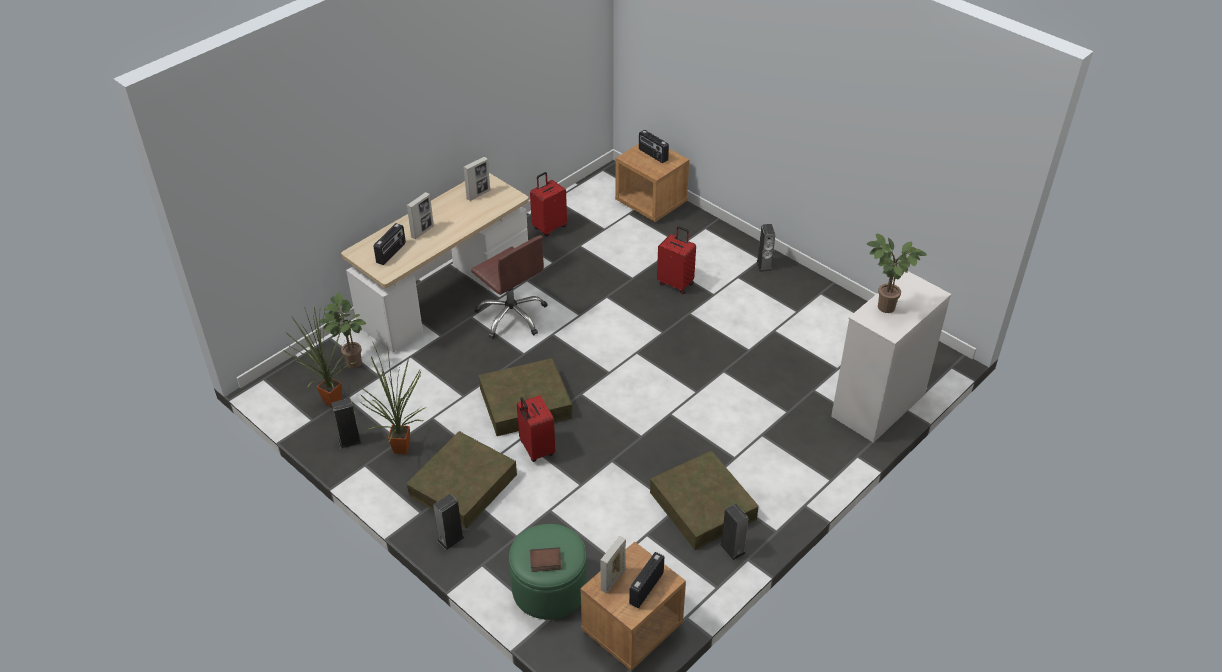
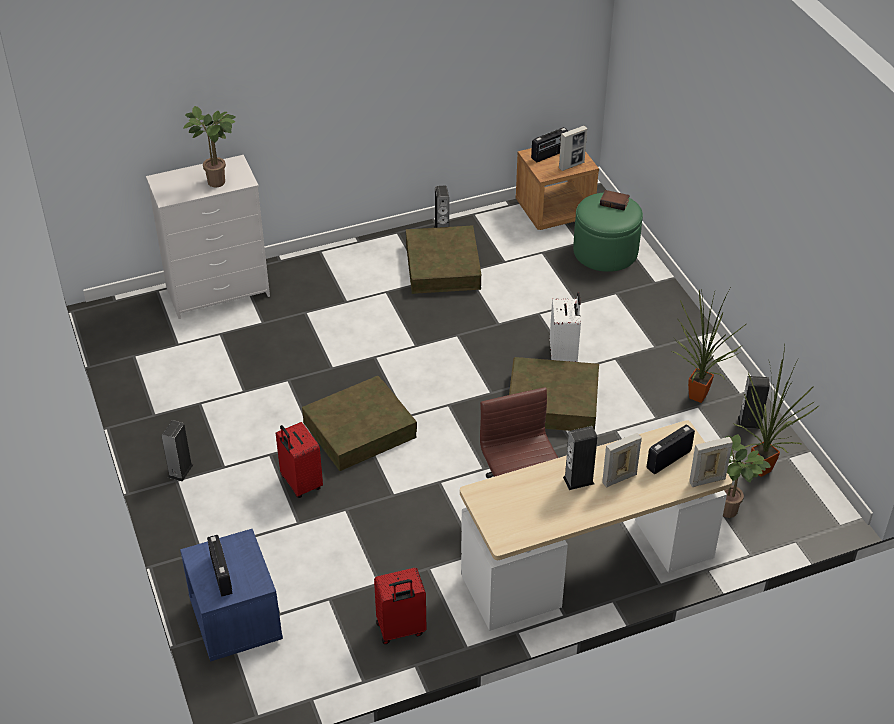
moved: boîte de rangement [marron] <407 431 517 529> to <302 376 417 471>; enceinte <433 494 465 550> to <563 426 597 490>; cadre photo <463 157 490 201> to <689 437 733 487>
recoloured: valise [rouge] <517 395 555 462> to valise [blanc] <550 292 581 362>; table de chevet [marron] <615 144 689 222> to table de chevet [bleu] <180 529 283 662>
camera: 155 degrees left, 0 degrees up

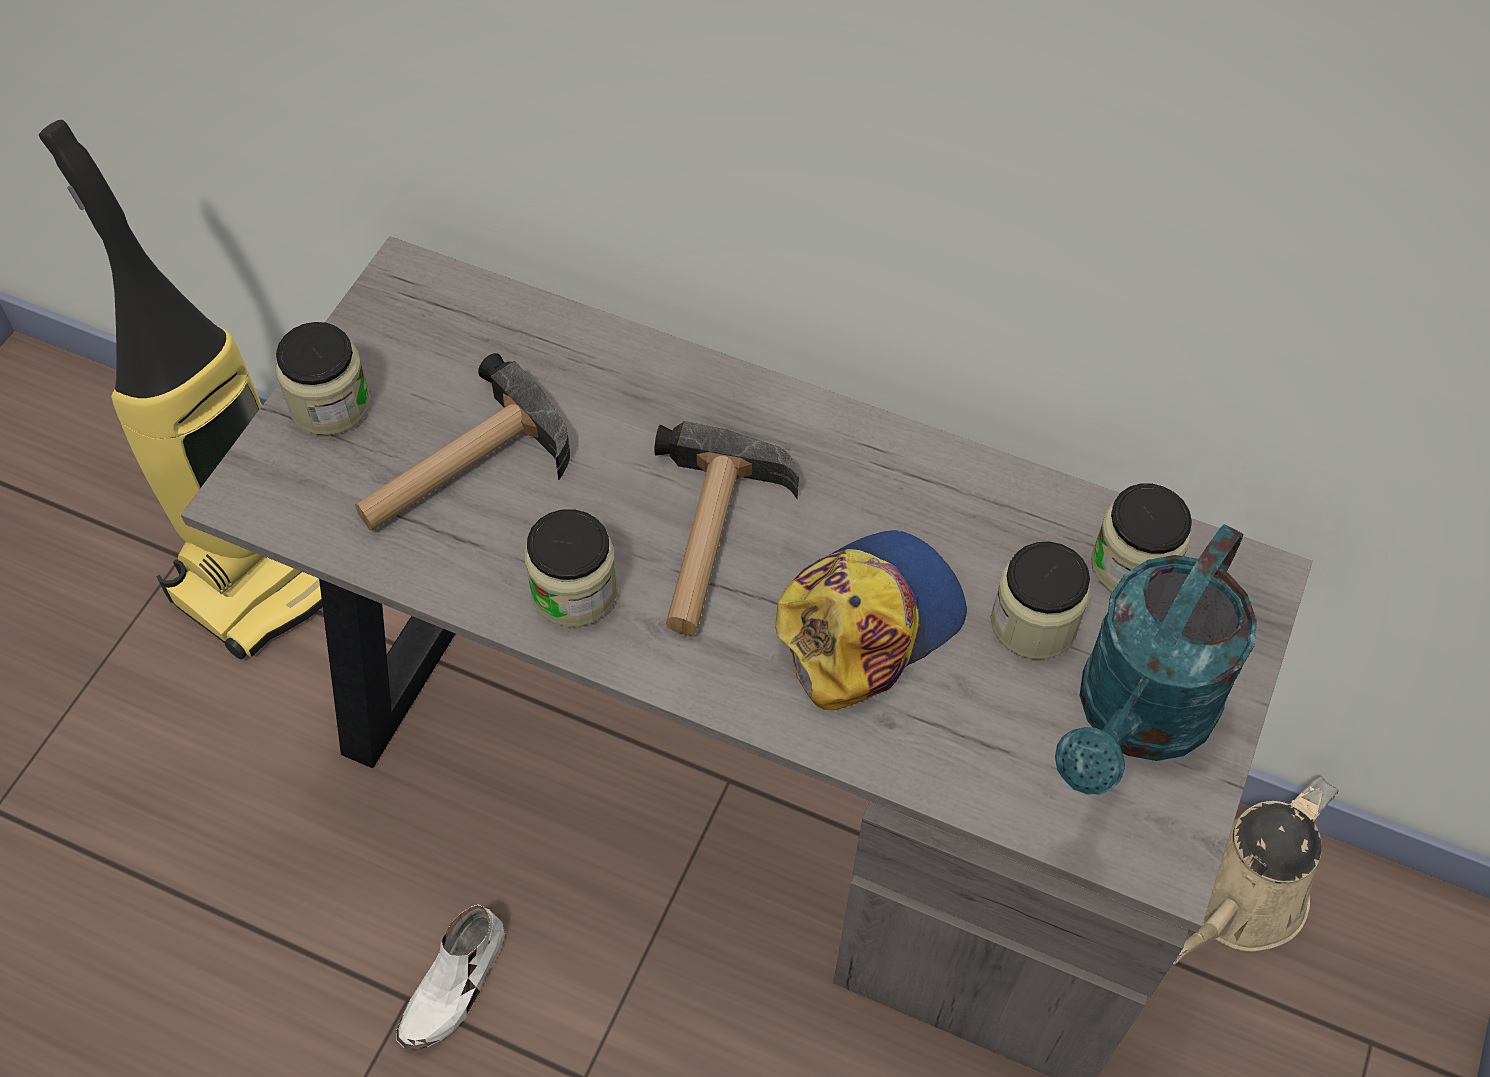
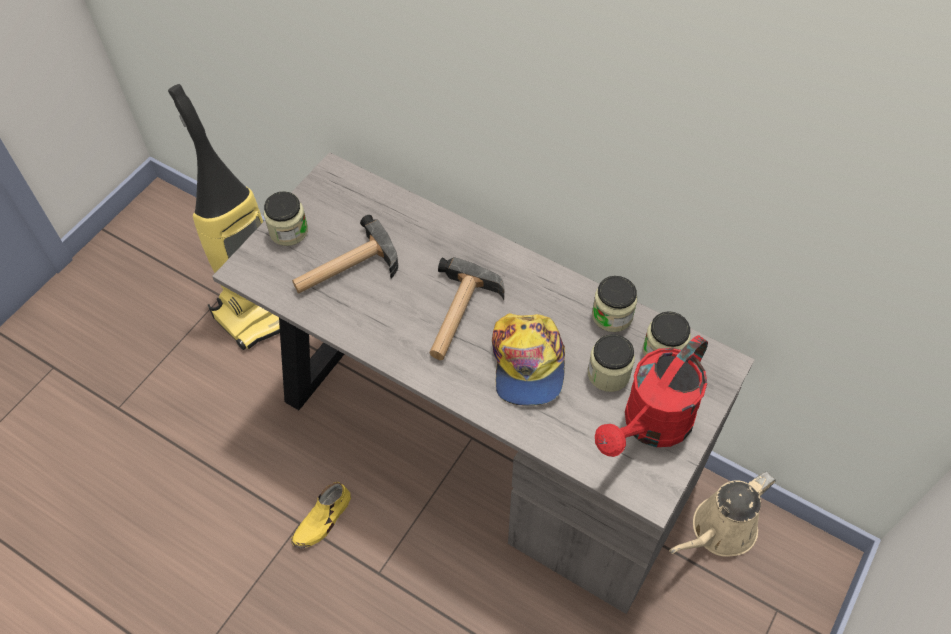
moved: bocal <525 509 617 627> to <592 276 637 332>
recoloured: chaussure [blanc] <396 904 505 1051> to chaussure [jaune] <291 482 351 548>; arrosoir [turquoise] <1055 524 1257 795> to arrosoir [rouge] <595 335 708 457>
turned: casquette <775 530 967 710> = <492 313 565 406> 120 degrees clockwise
camera: 10 degrees right, 0 degrees up

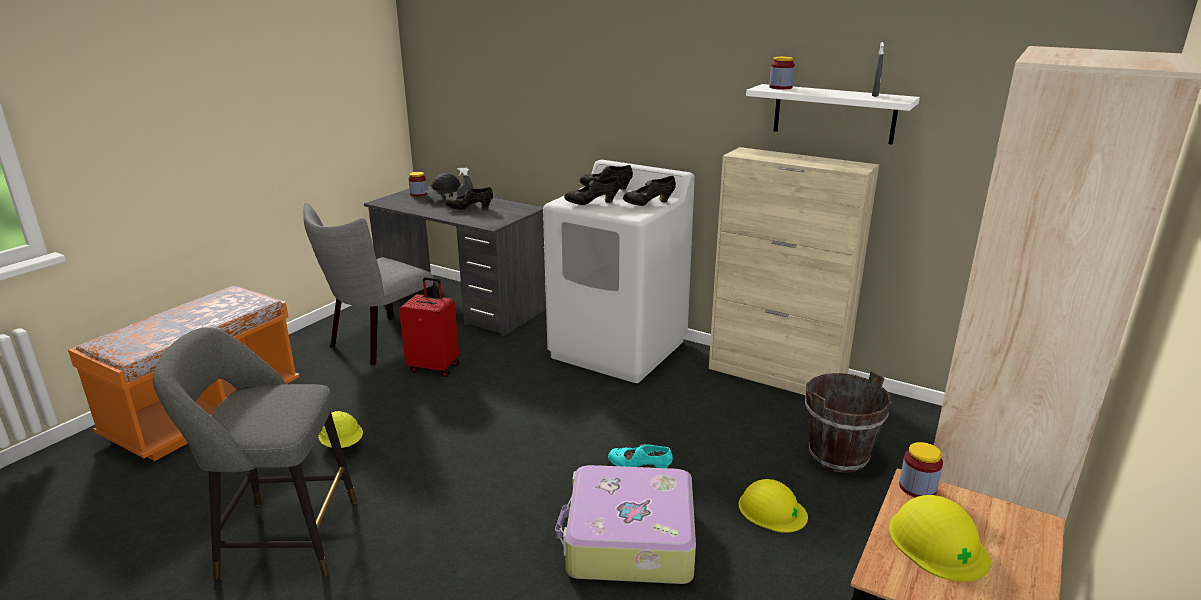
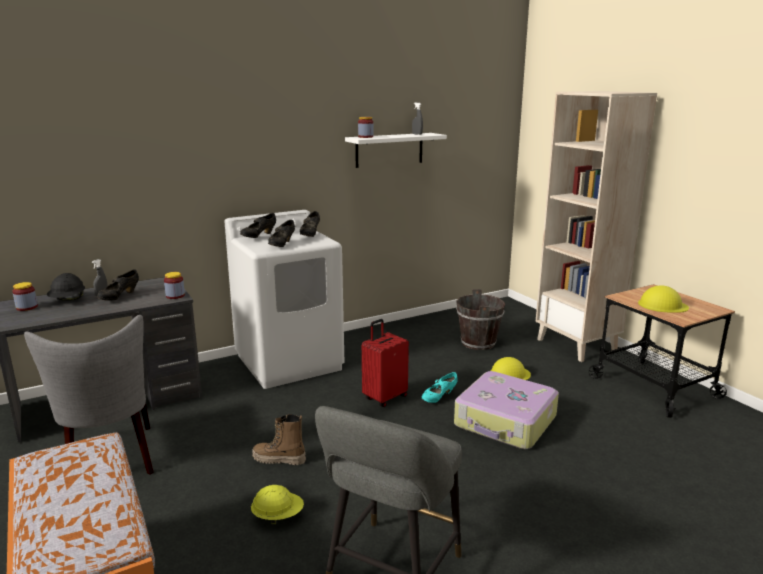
removed: meuble de rangement [beige] <709 147 879 395>
added: botte <252 414 306 465>
moved: valise [rouge] <399 277 459 377> to <362 319 409 407>; bocal <899 442 943 497> to <164 272 185 299>
camera: 60 degrees left, 5 degrees down

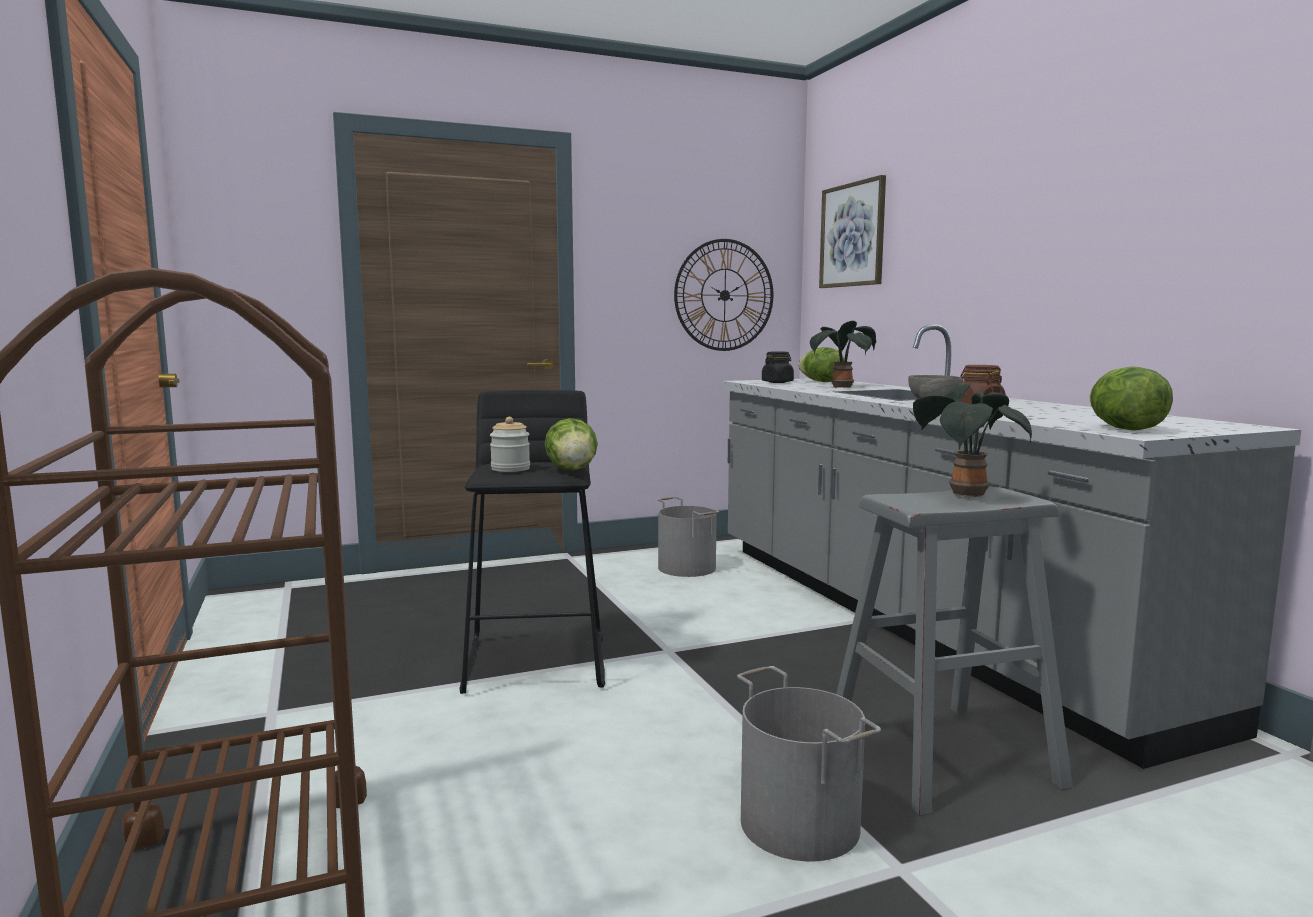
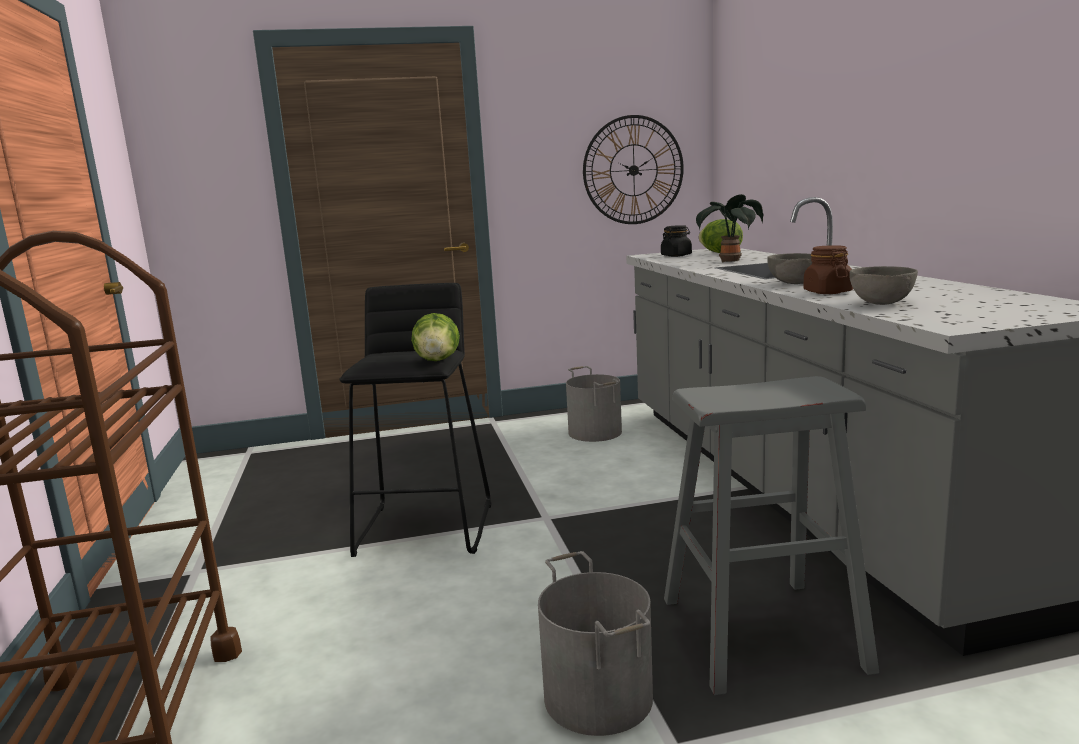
removed: bocal <490 417 530 472>; tableau <819 175 886 288>; plante en pot <913 383 1032 498>; laitue <1089 366 1173 431>
added: bol [gris] <849 266 918 305>
camera: 10 degrees right, 5 degrees up

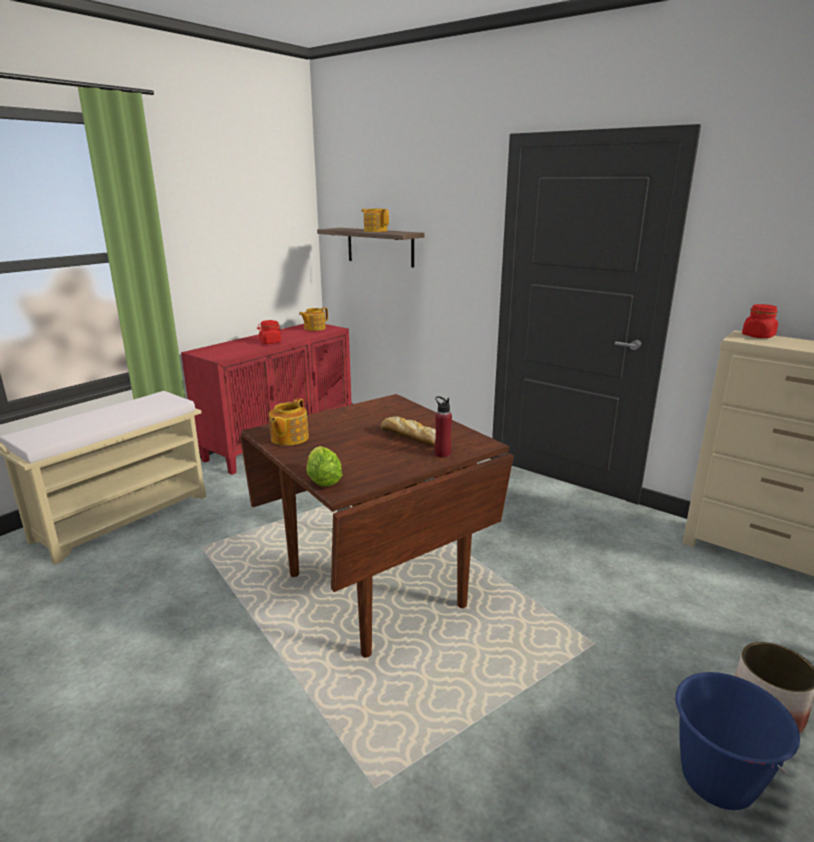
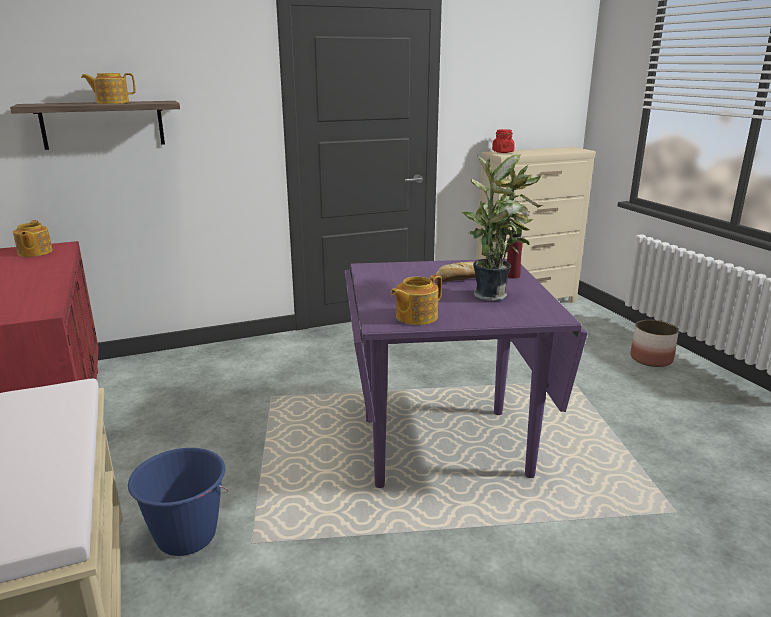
removed: bocal [rouge] <257 320 281 344>; laitue <307 446 343 487>
added: plante en pot <462 155 543 301>
moved: seau [bleu] <675 672 800 810> to <128 448 229 556>
recoloured: table à manger [marron] <240 394 514 658> to table à manger [violet] <345 259 588 488>
turned: théière <269 398 309 446> = <391 275 442 325> 90 degrees clockwise
camera: 60 degrees left, 0 degrees up

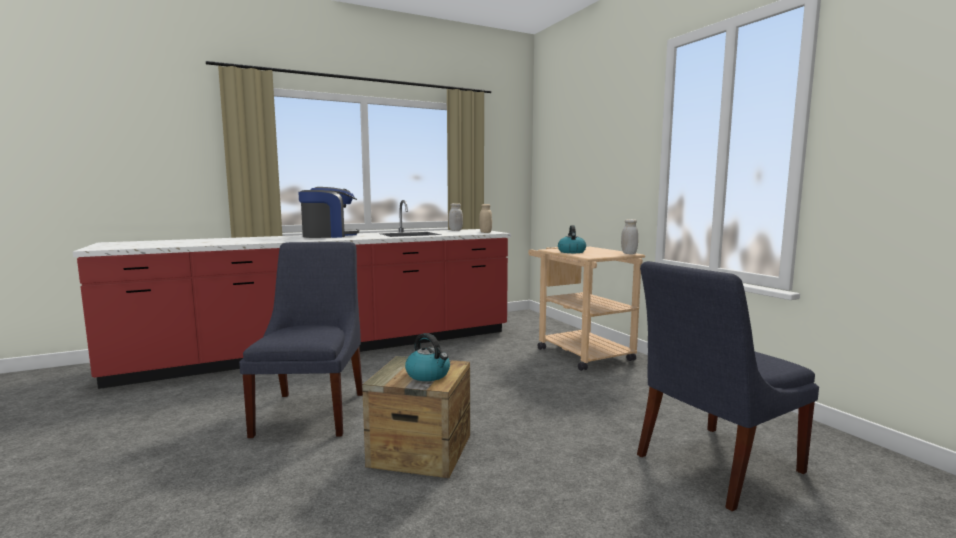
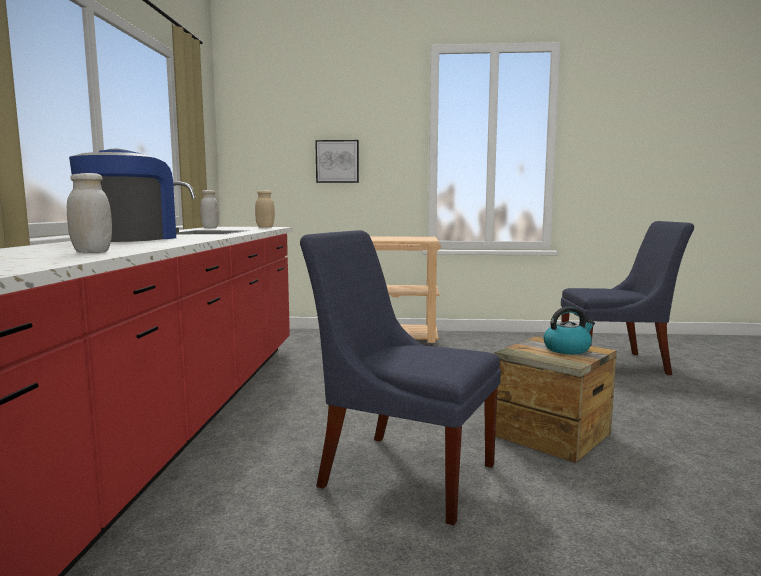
removed: bouilloire <558 225 586 253>
added: tableau <315 140 359 183>
moved: bocal [blanc] <621 219 638 254> to <67 173 112 253>
turned: chaise [bleu] <637 261 819 511> = <561 221 694 375> 90 degrees counterclockwise
camera: 60 degrees left, 0 degrees up

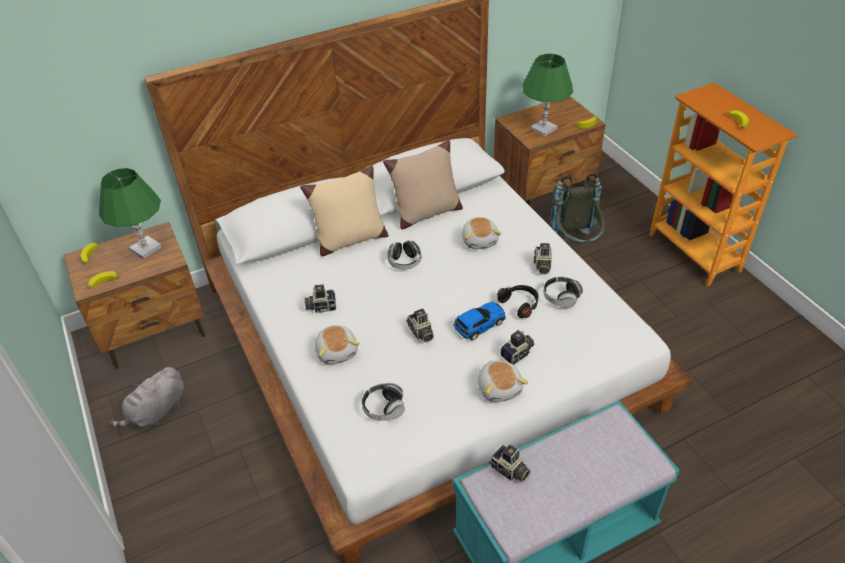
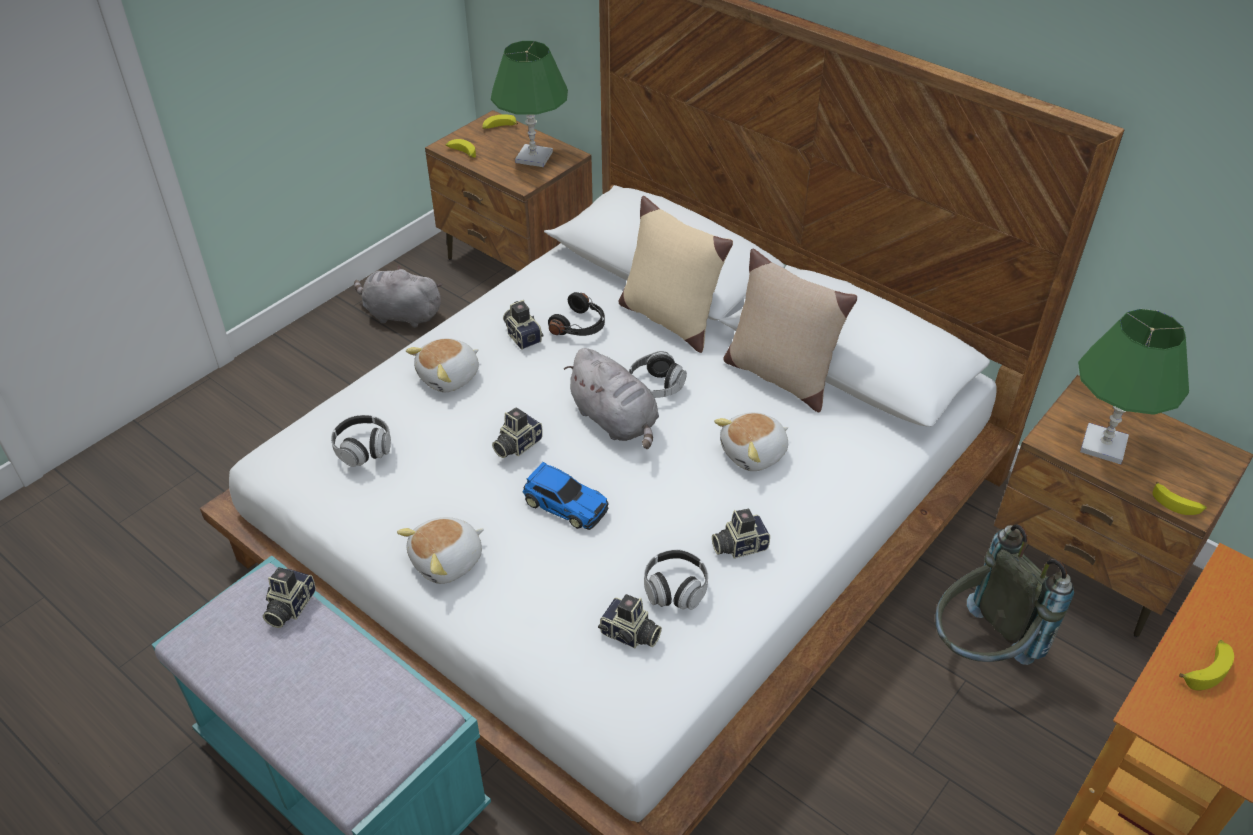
added: peluche [gris] <564 348 659 449>
moved: casque audio [noir] <497 285 538 318> to <548 292 605 336>; appareil photo <500 329 534 365> to <598 594 662 648>
camera: 65 degrees right, 0 degrees up

